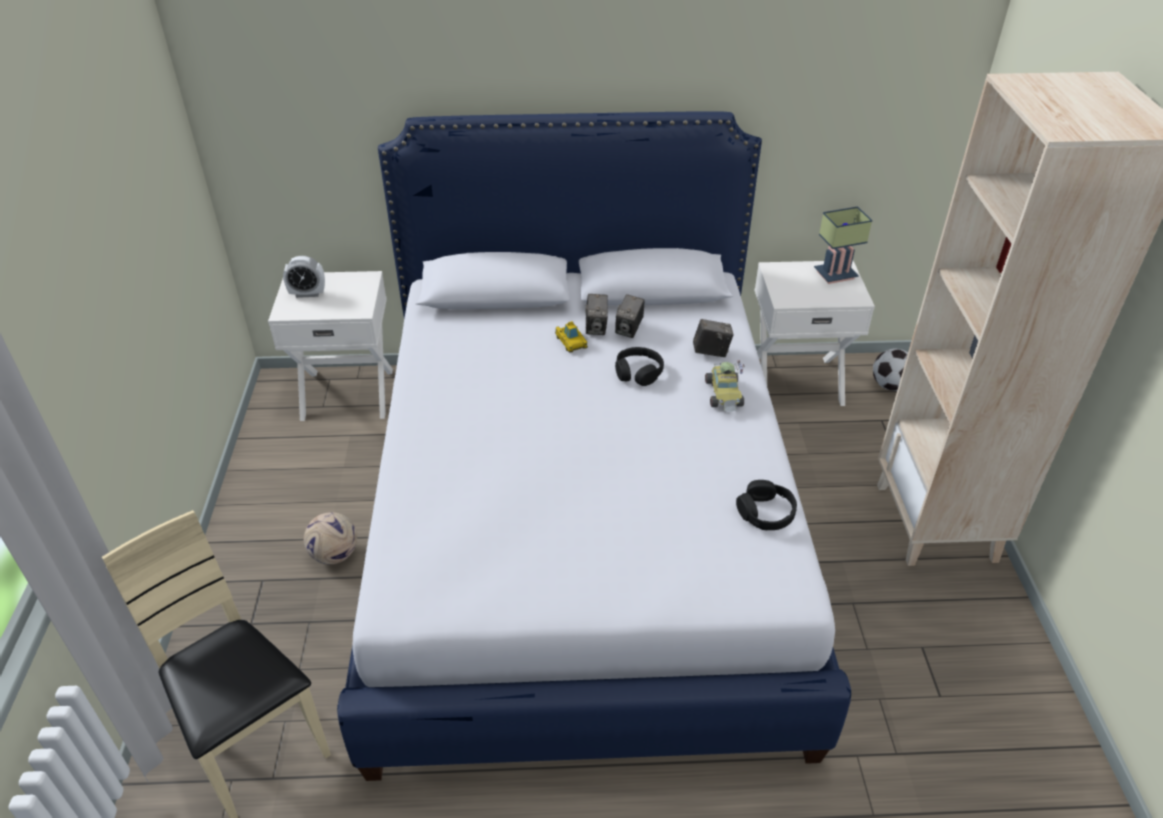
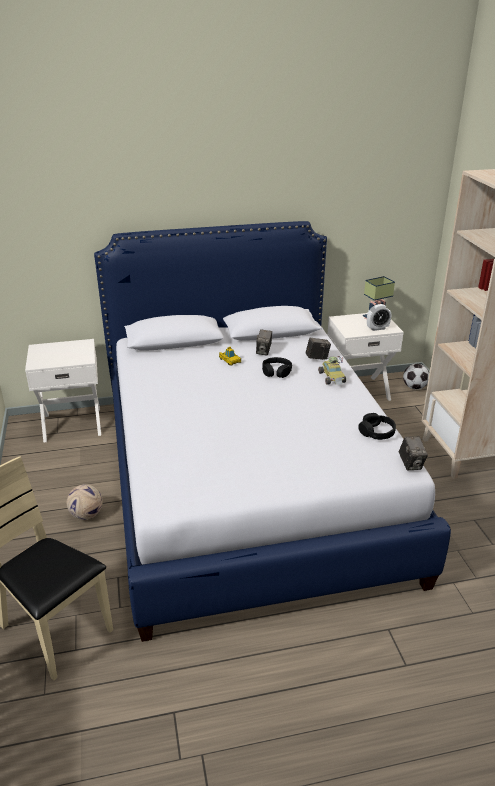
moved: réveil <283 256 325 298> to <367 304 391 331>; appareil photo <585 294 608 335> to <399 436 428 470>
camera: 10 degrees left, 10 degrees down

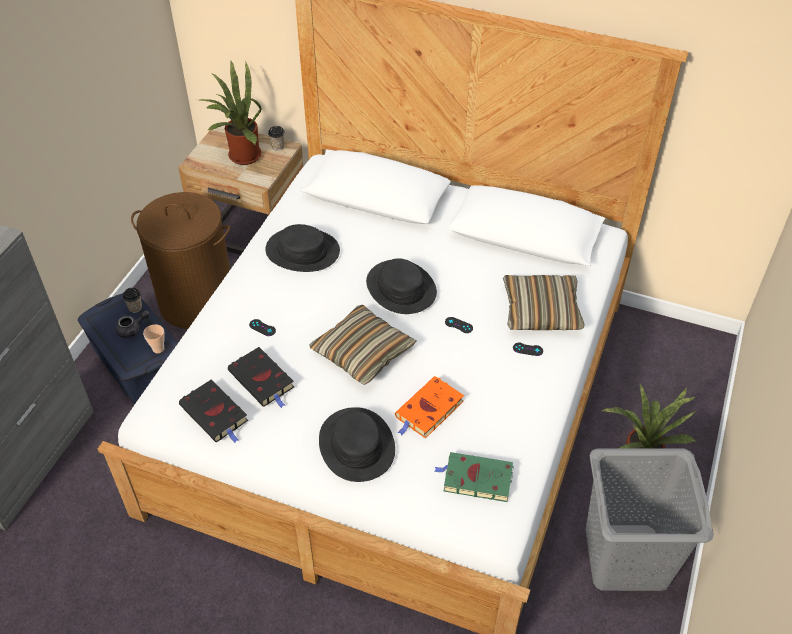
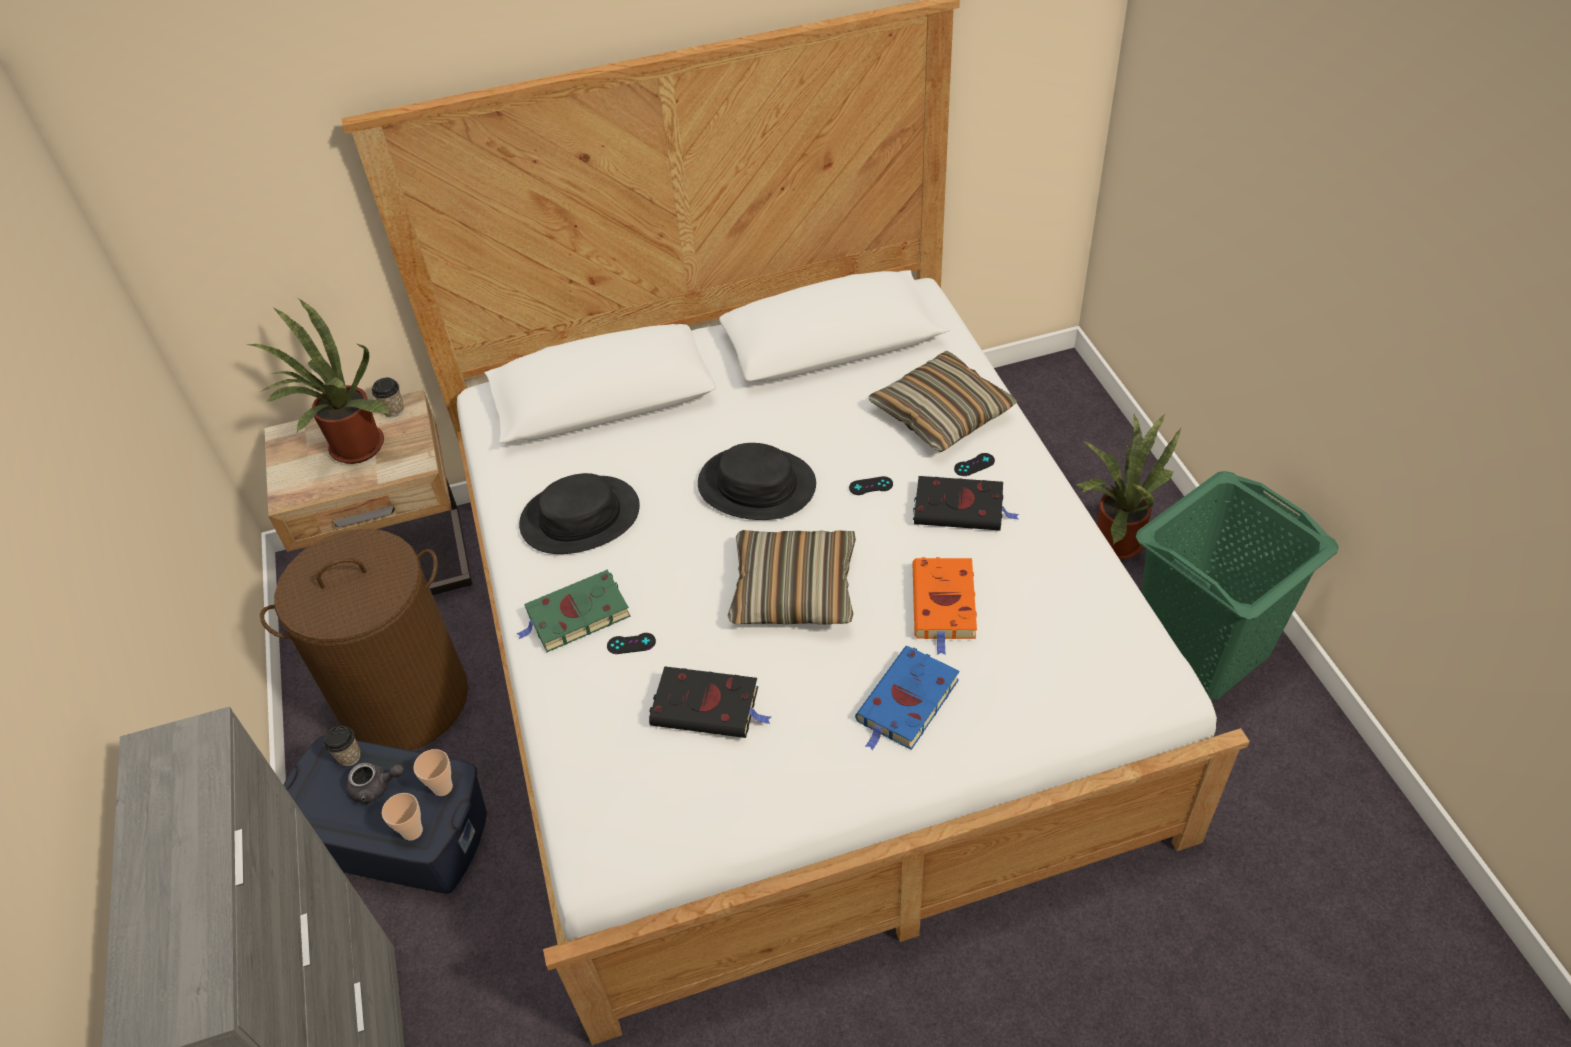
added: tasse <382 793 423 841>
moved: livre [noir] <179 380 248 443> to <913 476 1019 530>; livre [vert] <434 452 514 502> to <516 570 631 652>
replaced: chapeau [noir] <319 407 395 482> to livre [bleu] <855 646 960 750>
recoloured: panier à linge [gris] <585 449 714 591> to panier à linge [vert] <1136 471 1339 701>
turned: théière [gris] <116 310 150 338> = <346 763 405 804> 60 degrees clockwise
camera: 35 degrees left, 0 degrees up

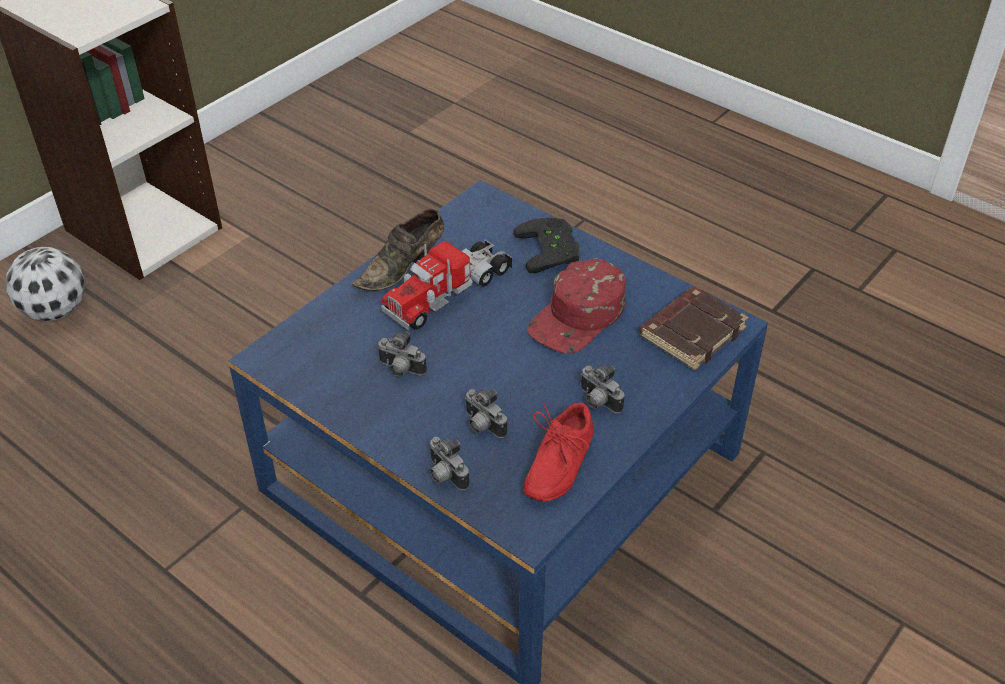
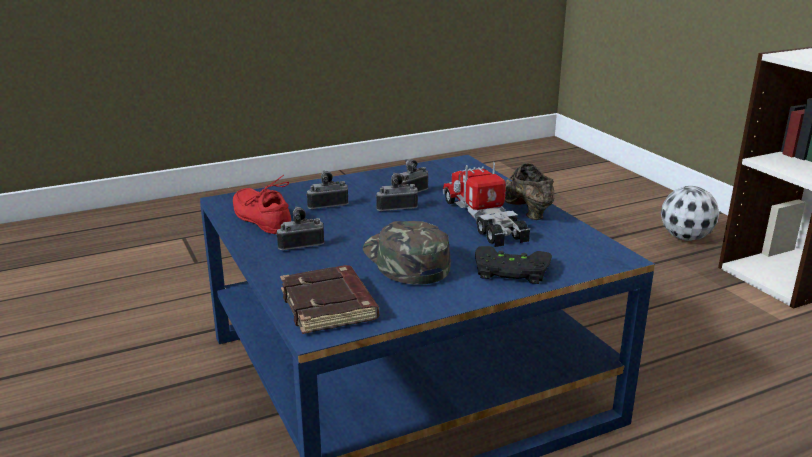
moved: appareil photo <429 437 469 490> to <375 173 418 211>
recoloured: casquette [rouge] <527 258 626 353> to casquette [vert] <363 221 451 285>
camera: 115 degrees right, 20 degrees down

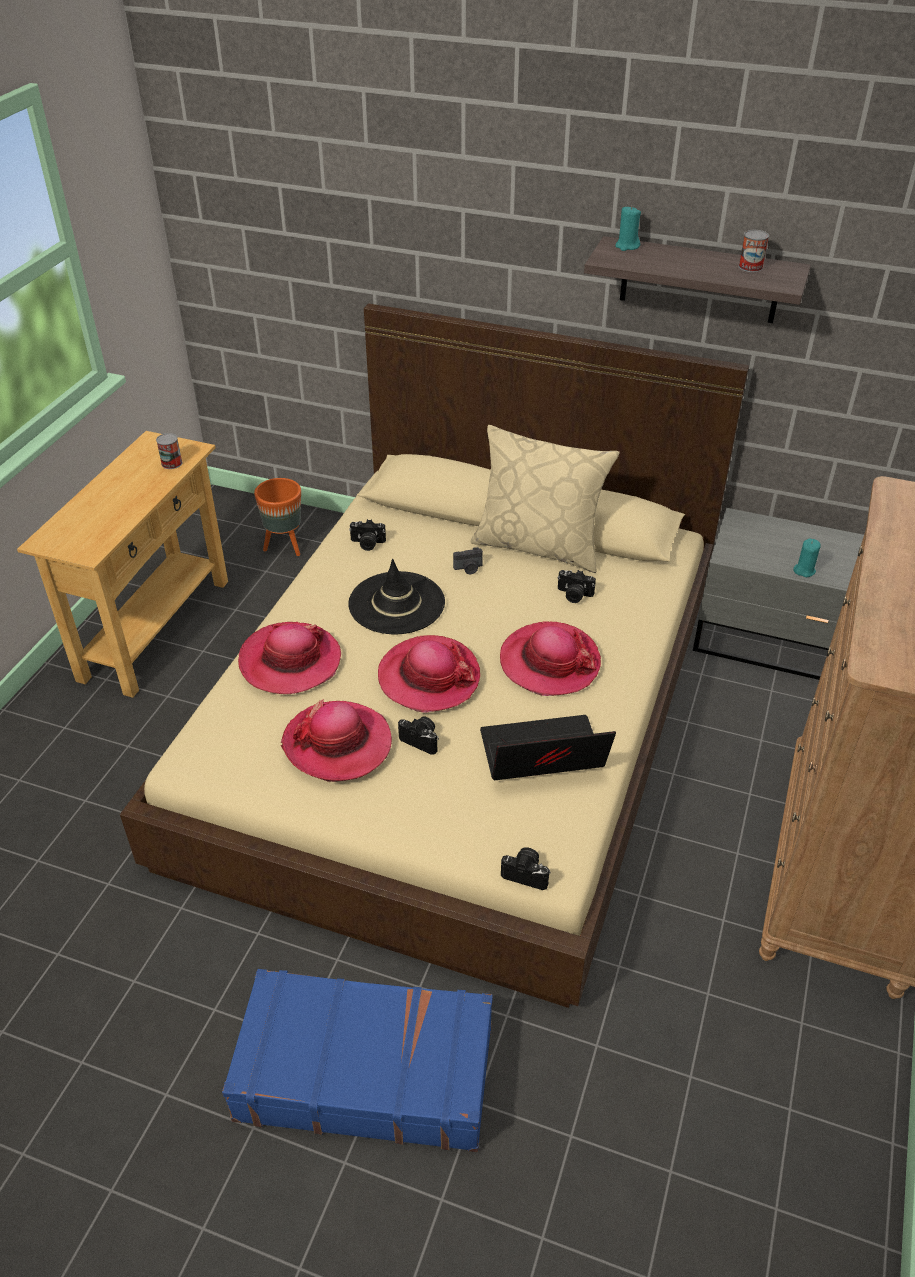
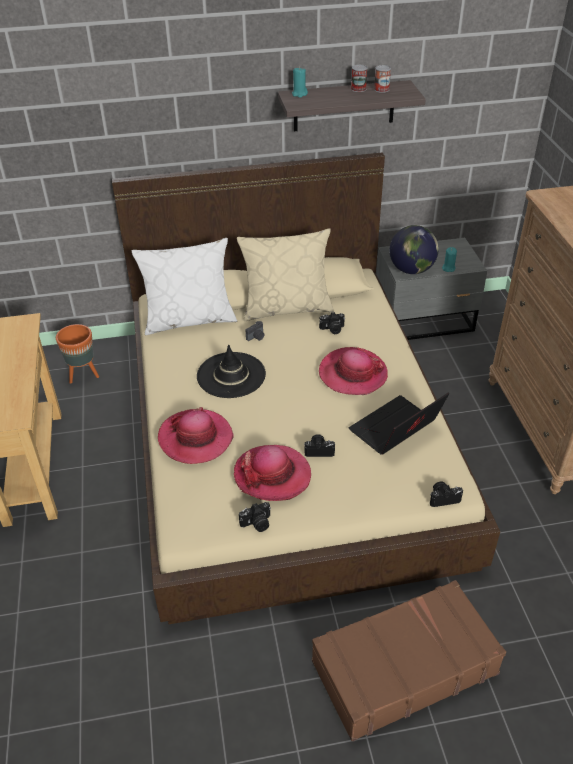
removed: chapeau <378 635 480 713>
added: coussin [blanc] <132 238 237 335>; globe <390 225 439 274>
moved: boîte métallique <156 433 182 469> to <351 65 368 92>; appareil photo <349 519 386 551> to <239 502 271 532>
recoloured: valise [bleu] <222 969 493 1152> to valise [marron] <312 580 506 741>
camera: 30 degrees left, 0 degrees up

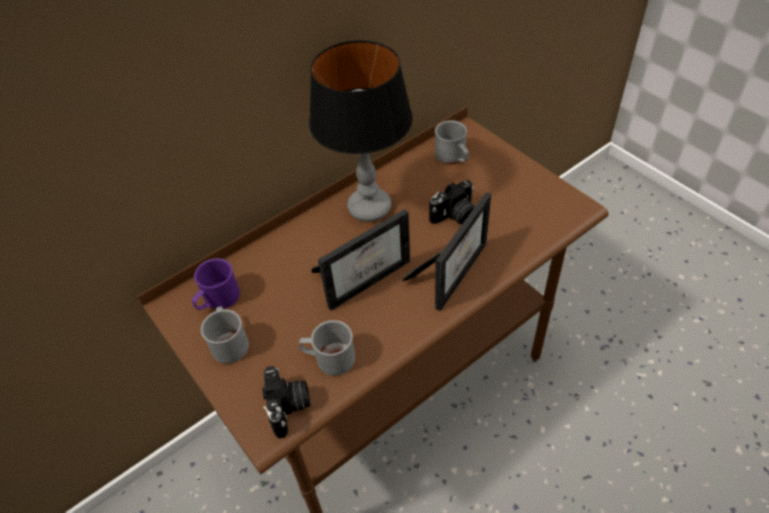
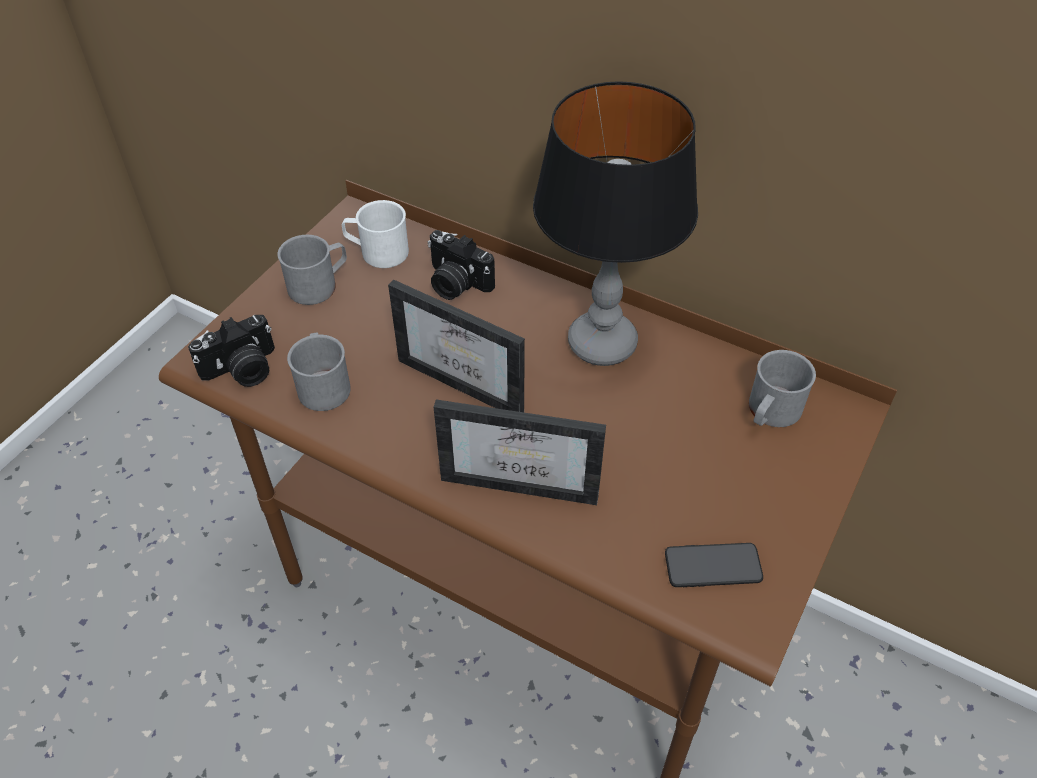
added: téléphone <665 543 763 587>
moved: appareil photo <429 180 475 224> to <428 230 495 300>
recoloured: mug [violet] <192 258 240 310> to mug [blanc] <342 200 409 268>
camera: 65 degrees right, 0 degrees up

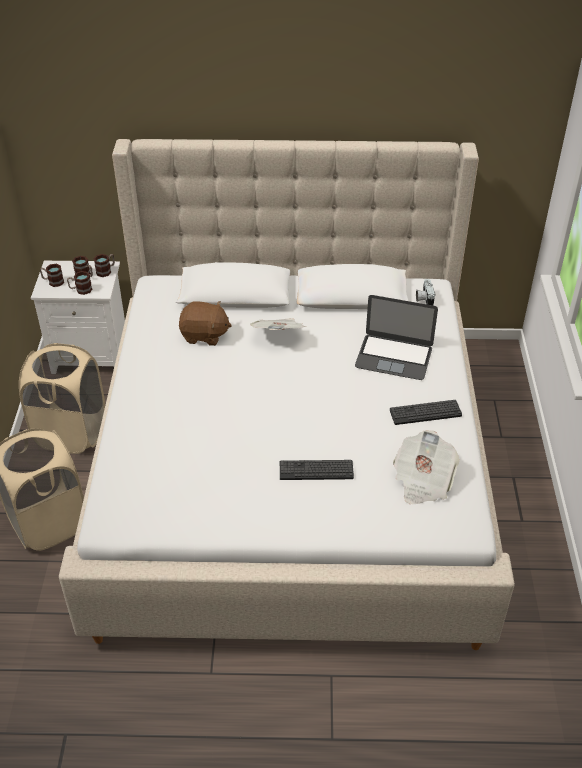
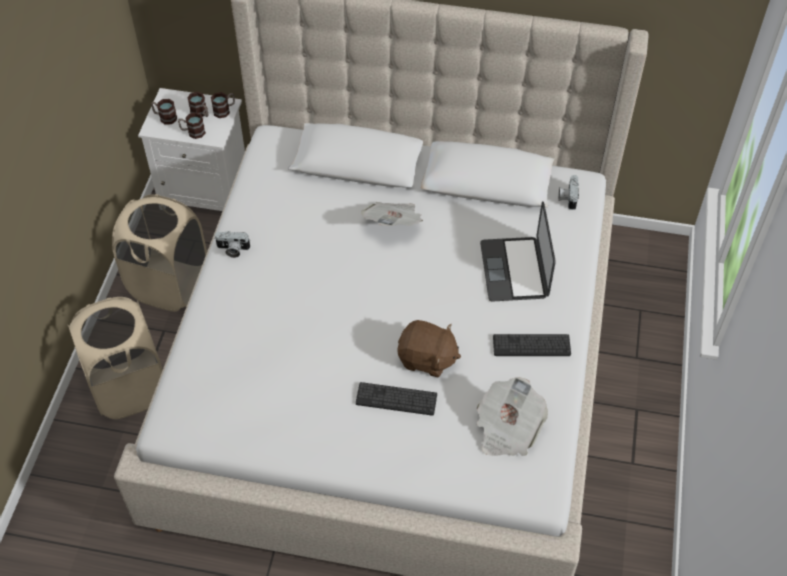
added: appareil photo <214 231 250 258>
moved: peluche [marron] <179 301 232 346> to <397 320 461 377>
turned: ordinateur portable <355 295 438 380> = <480 201 555 301> 60 degrees clockwise
camera: 10 degrees right, 10 degrees up

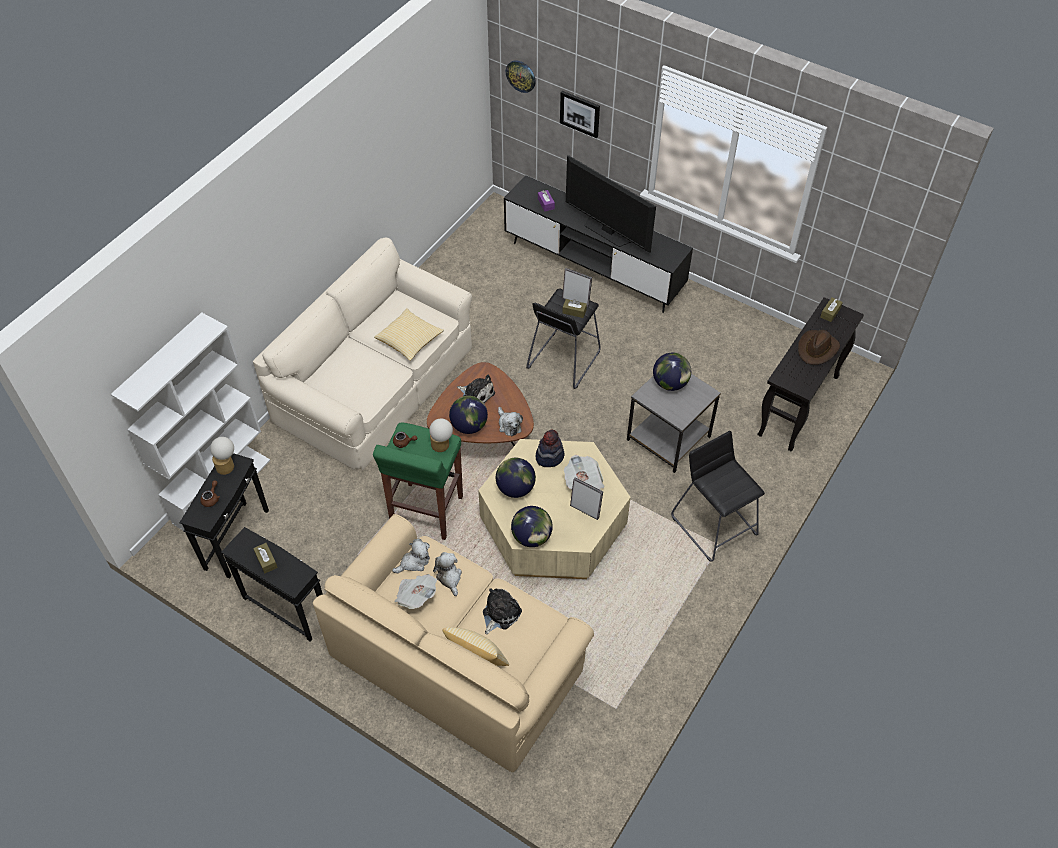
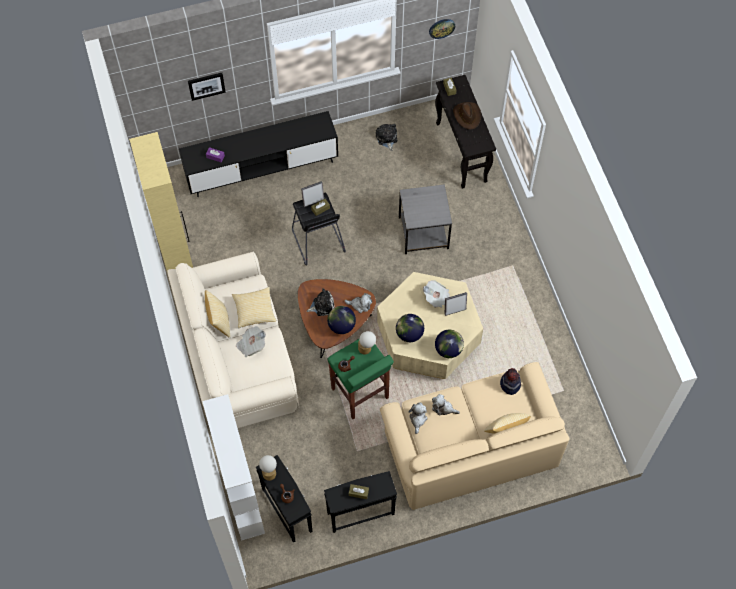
removed: téléviseur <566 155 656 253>; globe <653 353 691 391>; tabouret [noir] <671 431 765 562>
added: meuble de rangement [beige] <129 132 193 271>; coussin <205 290 230 338>
moved: journal <395 574 437 609> to <236 326 266 357>; peluche <483 588 522 634> to <376 124 397 151>; horloge murale <506 60 536 93> to <429 19 455 39>; chapeau <535 429 564 467> to <500 368 521 395>
camera: 50 degrees left, 10 degrees up

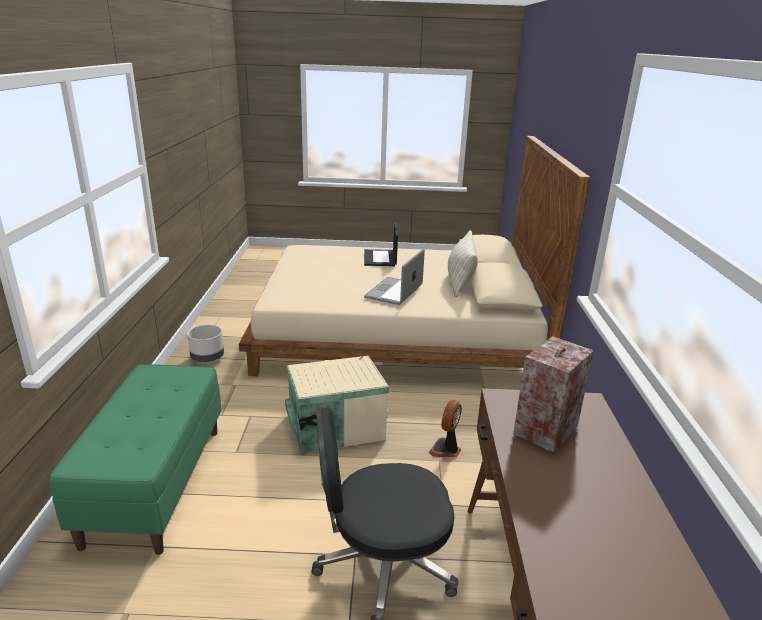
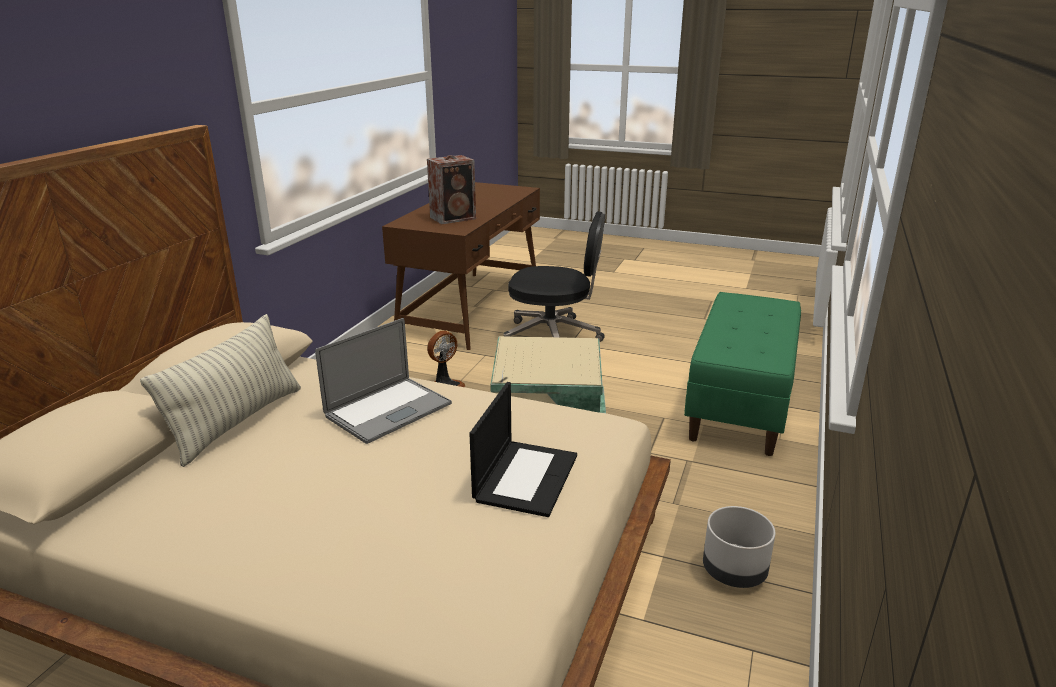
moved: ordinateur portable <364 222 398 266> to <469 382 577 517>
camera: 160 degrees left, 0 degrees up

